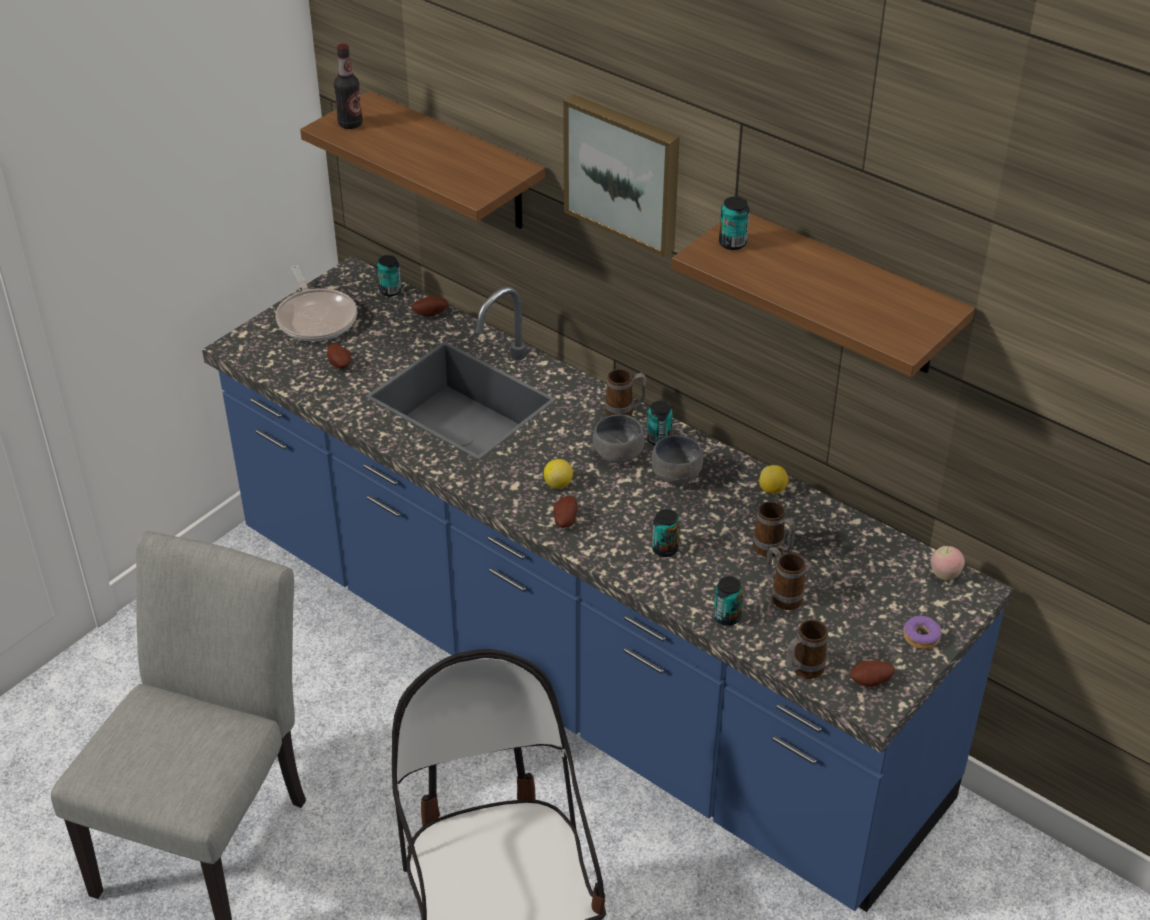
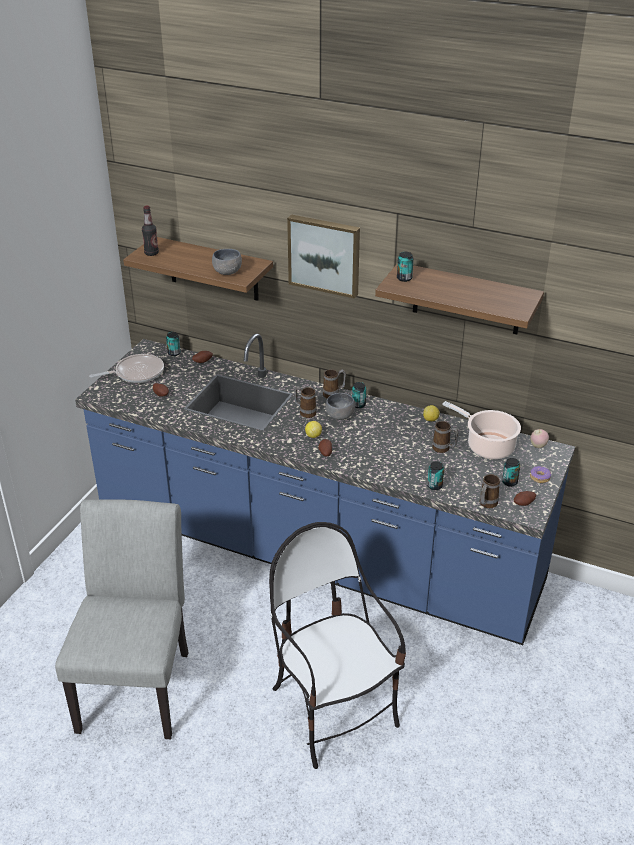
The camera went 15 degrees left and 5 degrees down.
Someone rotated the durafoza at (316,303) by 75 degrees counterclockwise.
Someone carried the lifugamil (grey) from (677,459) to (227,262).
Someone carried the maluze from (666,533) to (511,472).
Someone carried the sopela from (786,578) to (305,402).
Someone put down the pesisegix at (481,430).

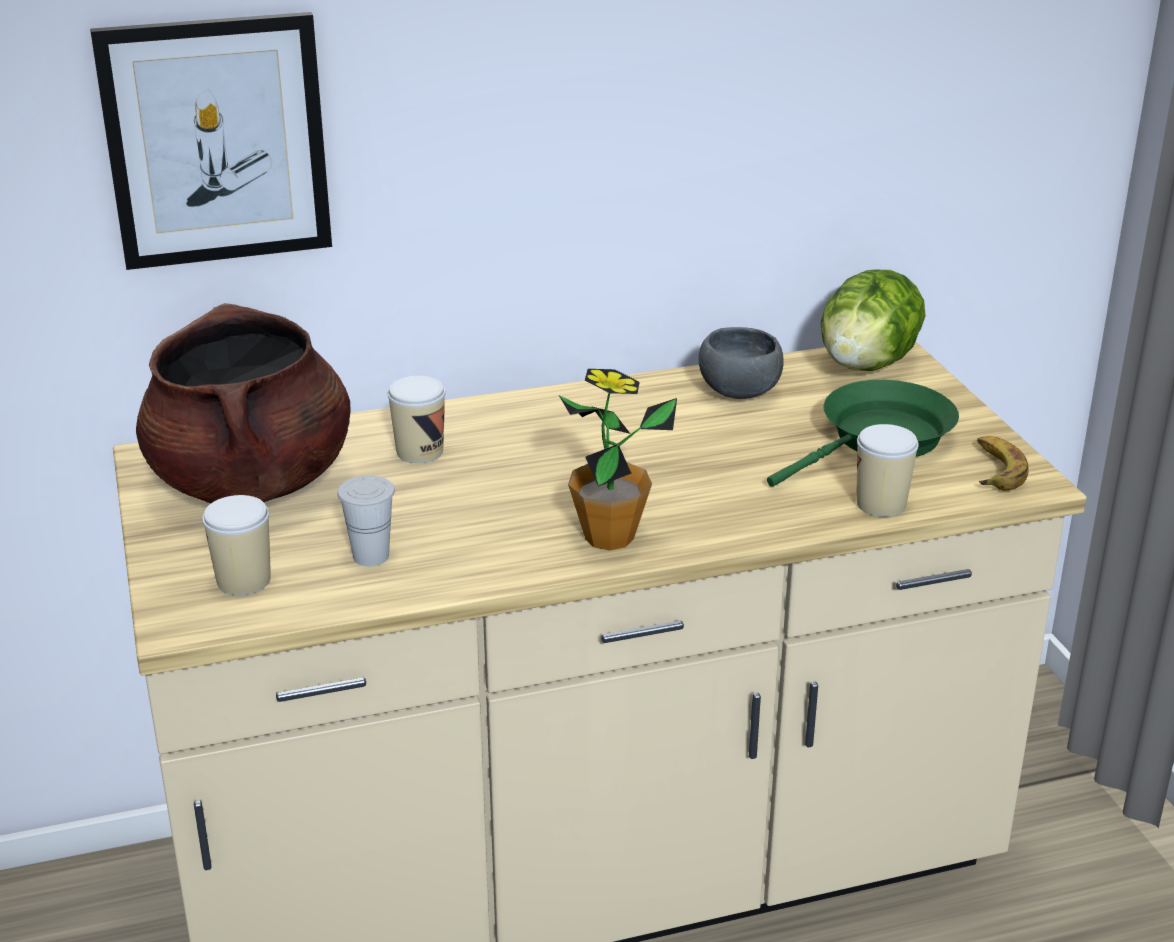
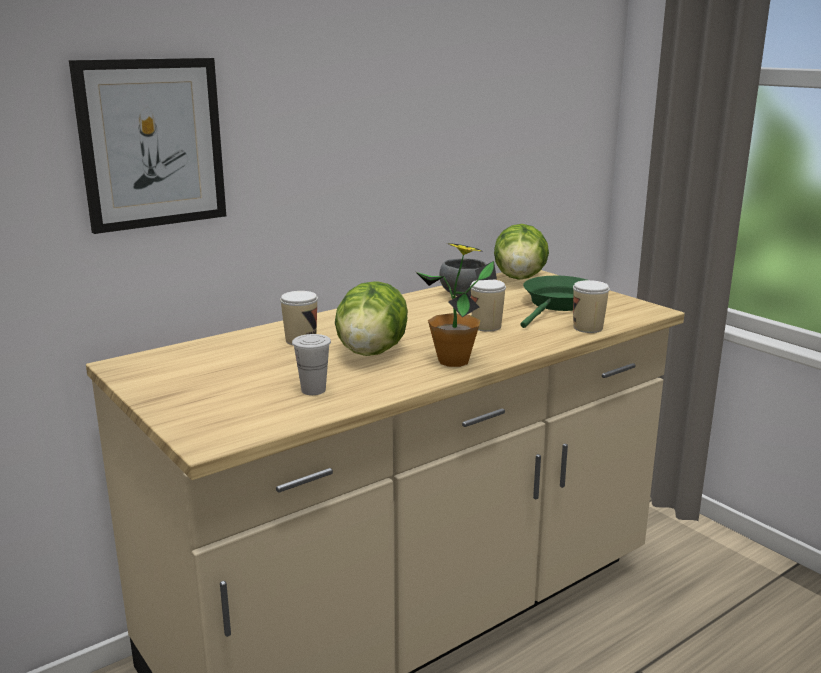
The camera went 20 degrees left and 10 degrees down.
Someone took away the pesisegix (brown) at (243,403).
Someone carried the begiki from (236,545) to (488,306).
Someone took away the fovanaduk at (1003,463).
Someone put down the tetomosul at (371,318).

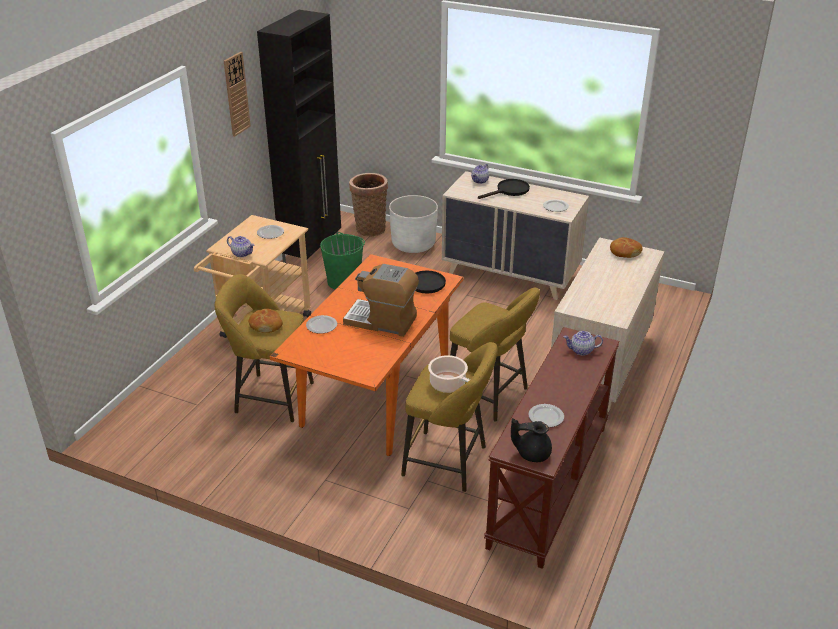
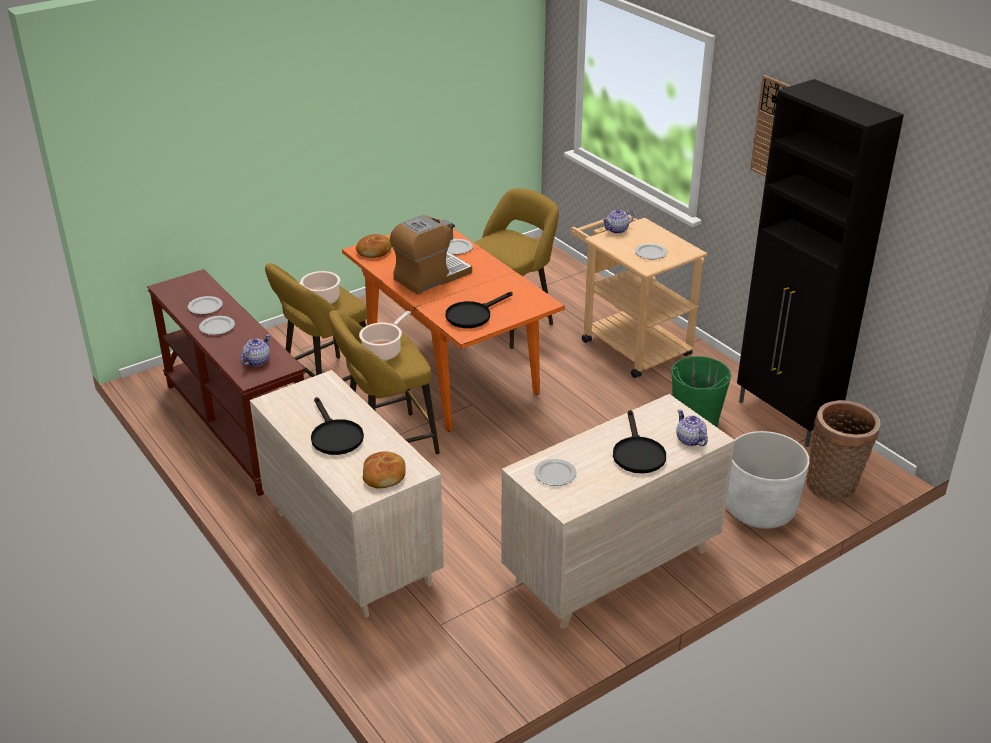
The camera went 120 degrees right and 0 degrees up.
Someone carried the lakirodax from (266,321) to (374,246).
Someone took away the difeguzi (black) at (531,440).
Someone put down the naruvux at (217,325).
Someone put down the durafoza (black) at (337,426).
Someone put down the pesisegix at (385,336).

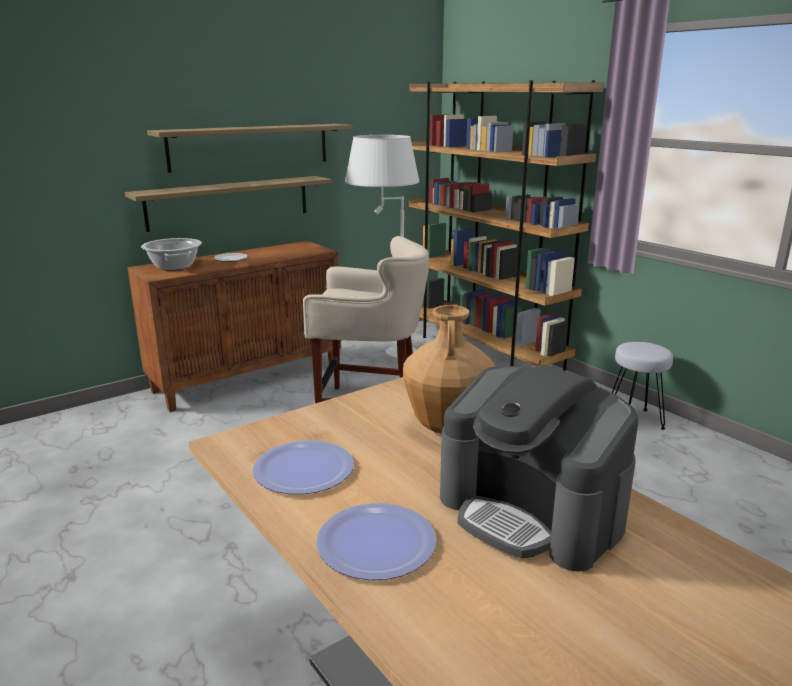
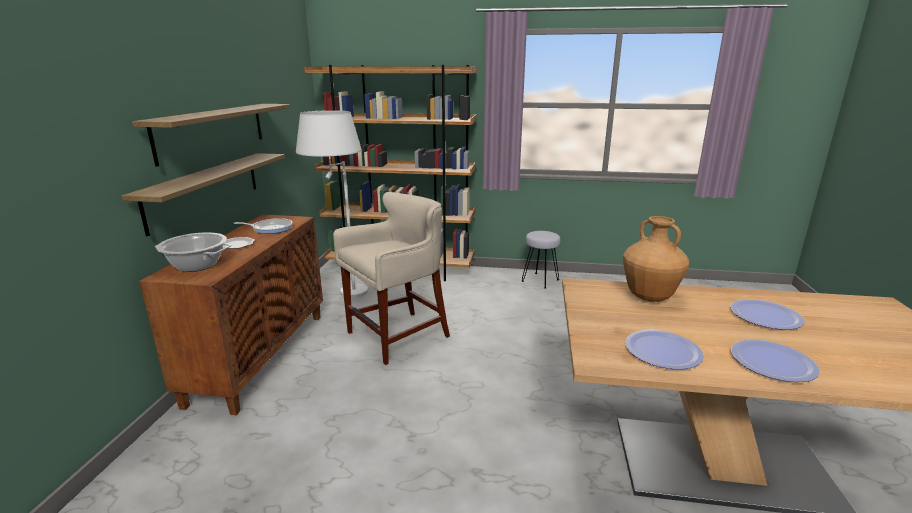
The camera went 45 degrees left and 0 degrees up.
Someone swapped the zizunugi at (539,468) for the naruvux at (767,314).
Someone put down the durafoza at (263,226).

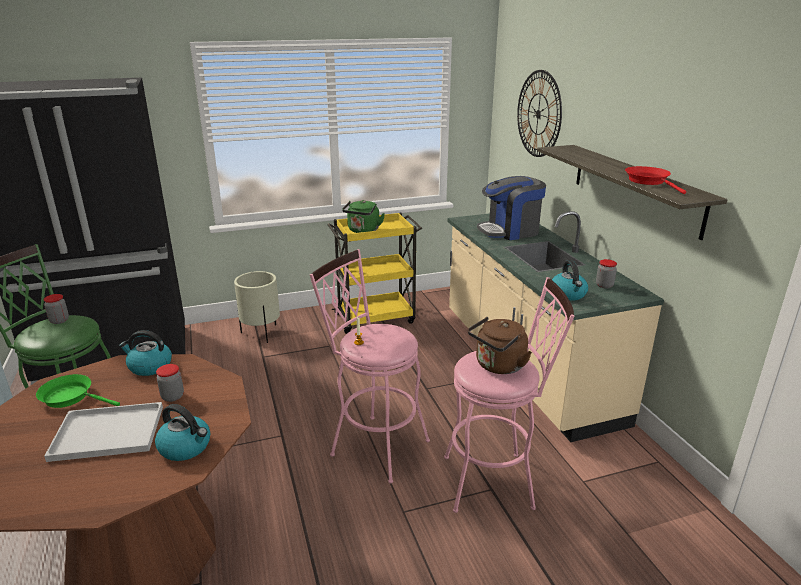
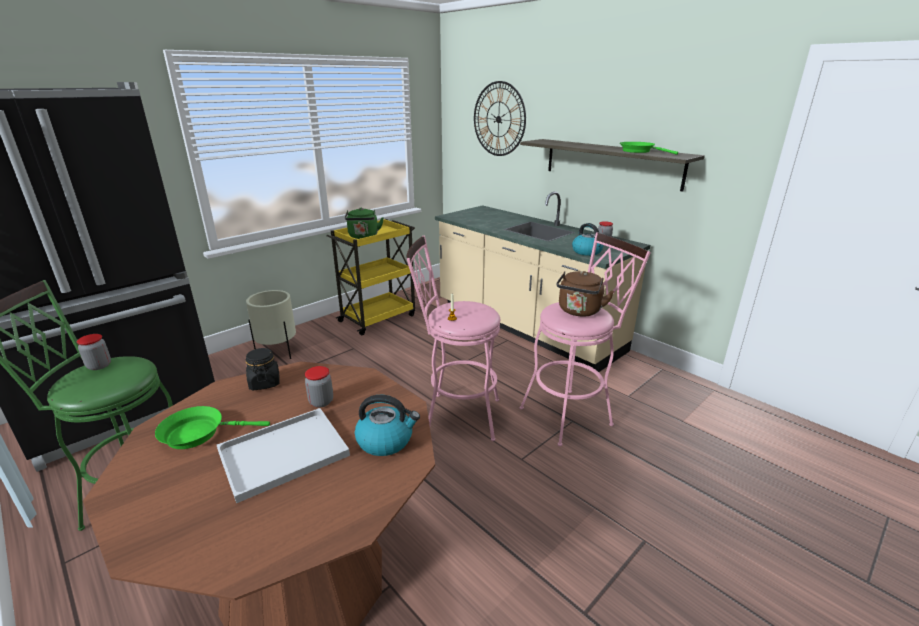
The camera went 25 degrees left and 0 degrees up.
Someone swapped the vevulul at (145,353) for the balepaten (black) at (263,369).
Someone took away the zizunugi at (511,208).
Someone repainted the durafoza (red) at (655,180), which became the durafoza (green) at (649,148).

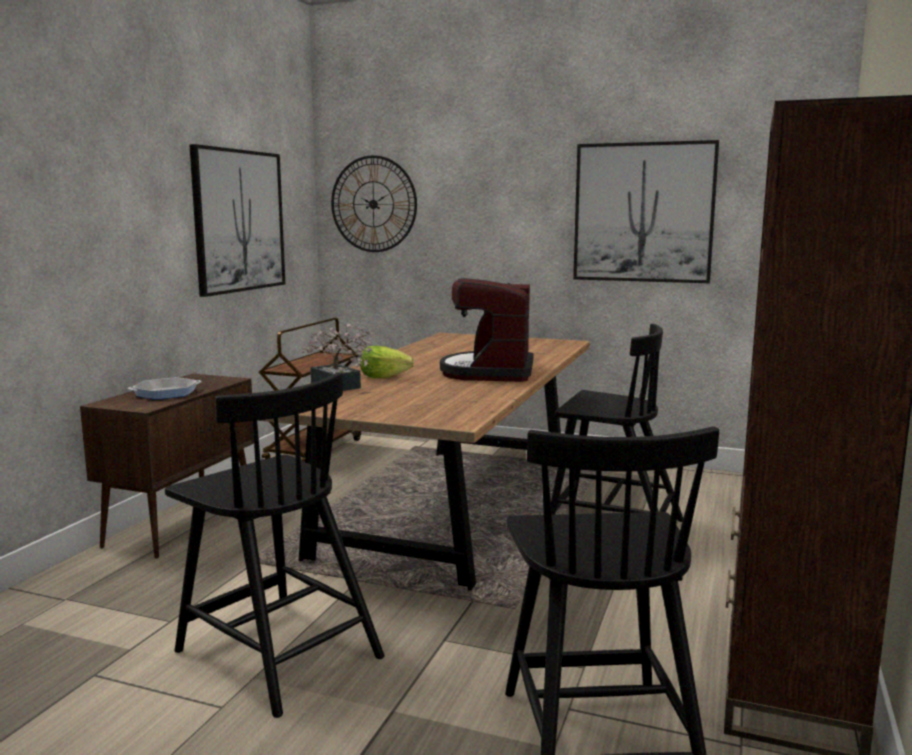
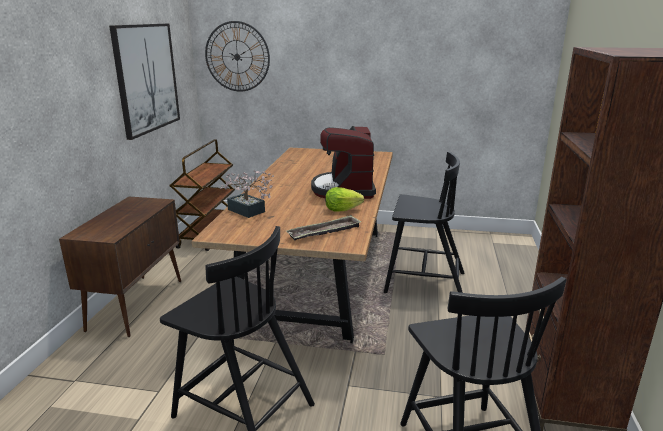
The camera went 10 degrees left and 10 degrees up.
Someone took away the durafoza at (164,388).
Someone carried the tetomosul from (387,362) to (344,199).
Someone took away the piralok at (646,211).
Someone put down the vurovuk at (323,227).

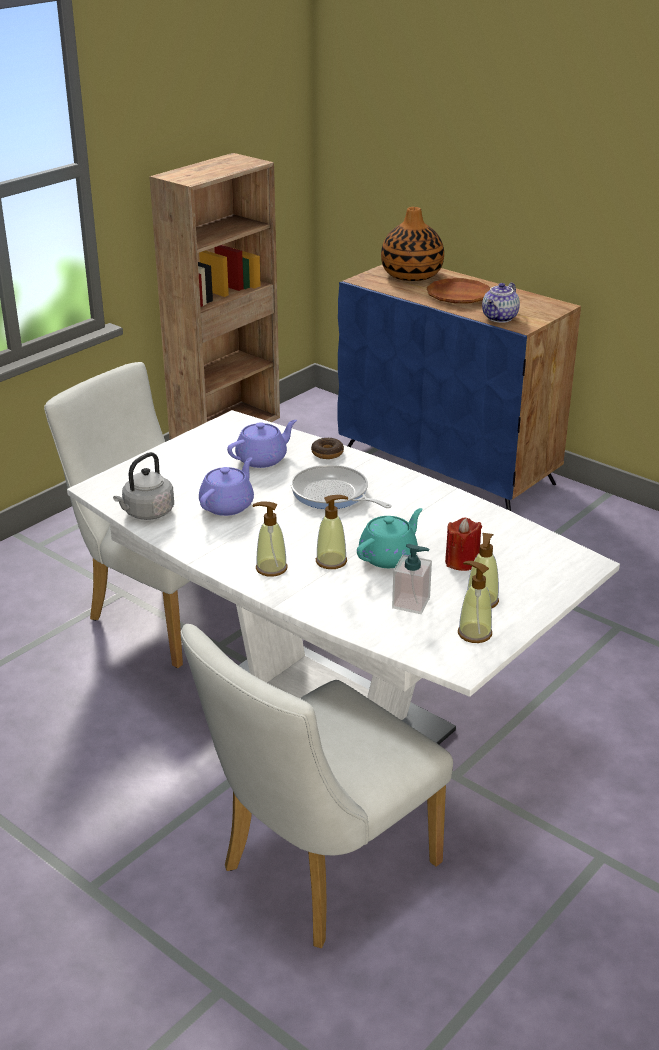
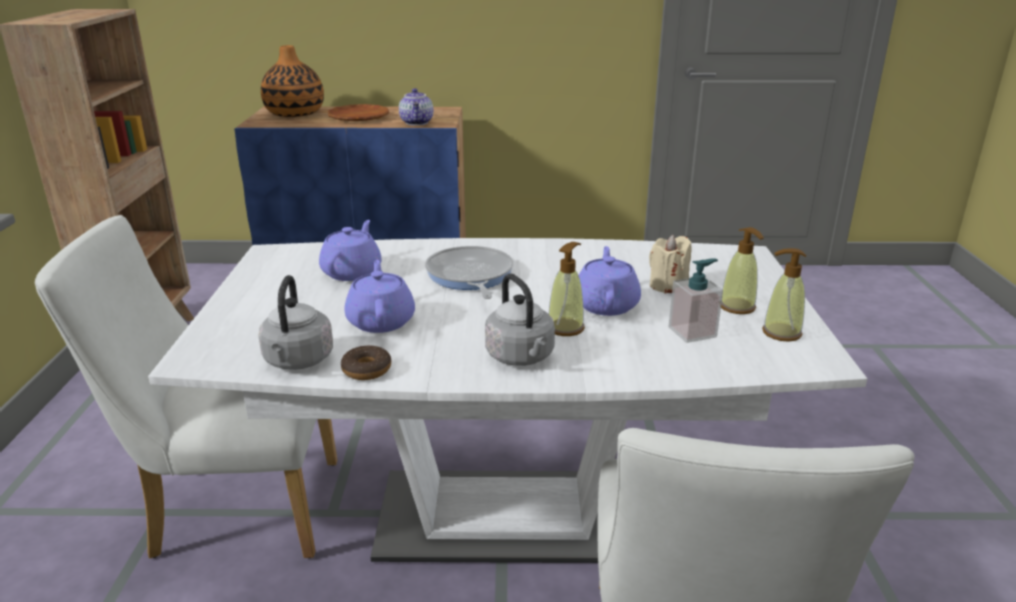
The camera went 40 degrees left and 5 degrees down.
Someone swapped the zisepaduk at (270,539) for the vevulul (grey) at (520,319).
Someone rotated the durafoza at (341,487) by 75 degrees clockwise.
Someone carried the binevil from (327,448) to (366,362).
Someone repainted the difeguzi (turquoise) at (390,538), which became the difeguzi (purple) at (610,281).
Someone repainted the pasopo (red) at (463,544), which became the pasopo (beige) at (670,264).

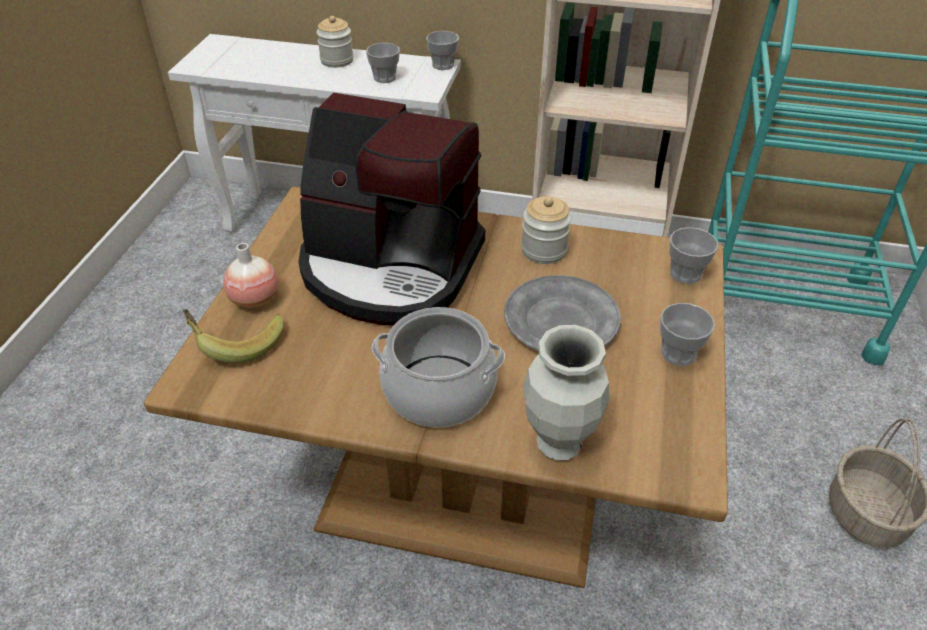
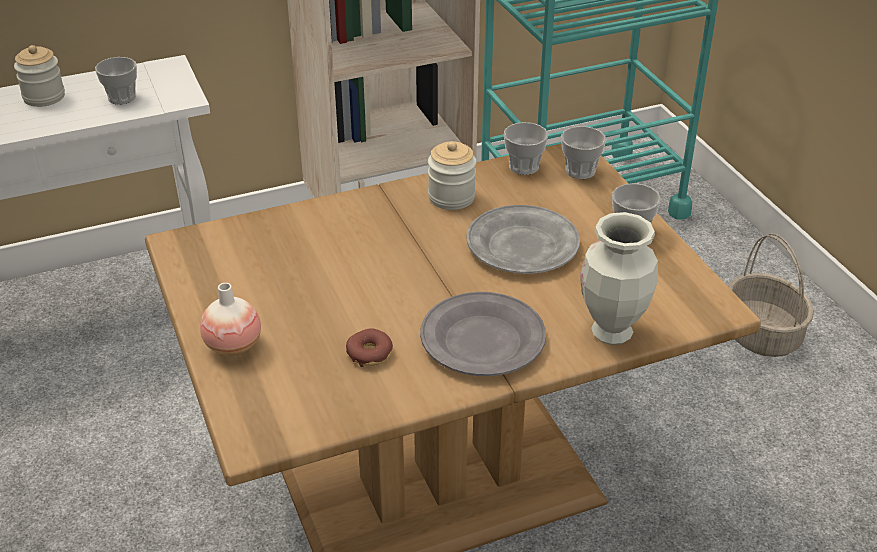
The camera went 35 degrees left and 5 degrees down.
Someone took away the fovanaduk at (233,336).
Someone took away the zizunugi at (391,209).
Someone swapped the pesisegix at (438,367) for the naruvux (grey) at (483,334).
Someone carried the begiki from (442,50) to (526,148).
Someone put down the binevil at (369,347).

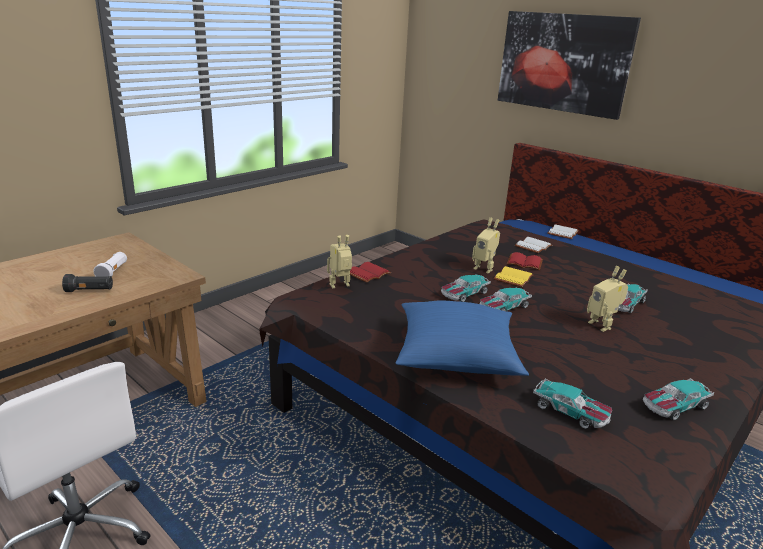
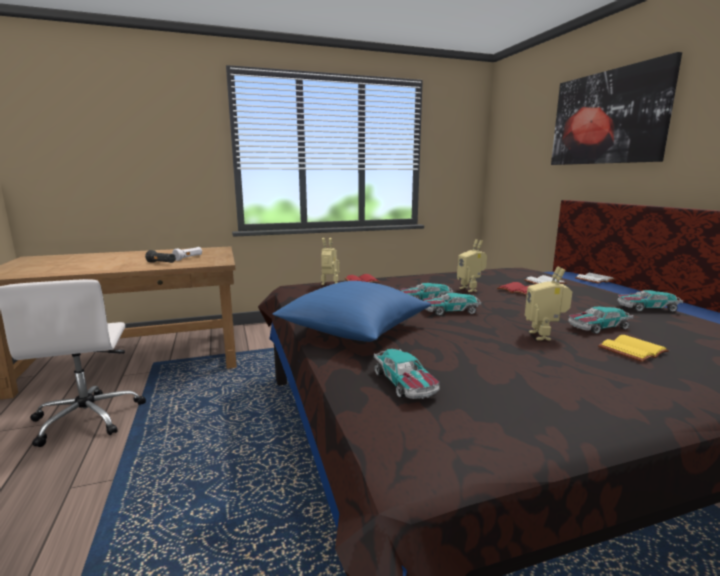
The camera went 30 degrees right and 10 degrees down.
Someone carried the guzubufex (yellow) from (513,276) to (633,348).
Someone carried the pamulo from (678,399) to (650,301).

